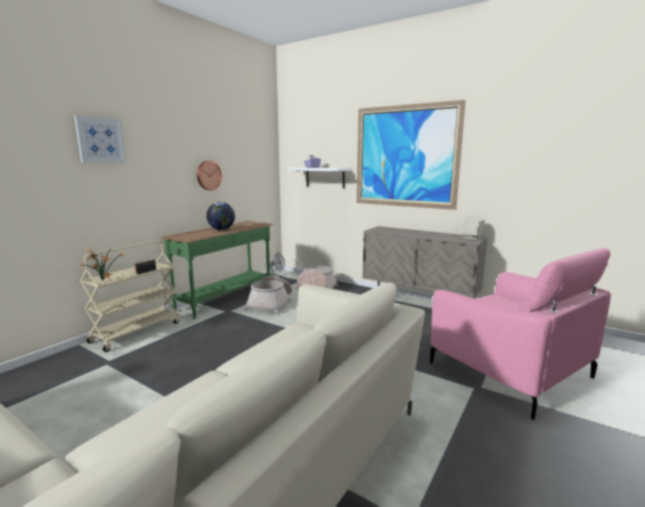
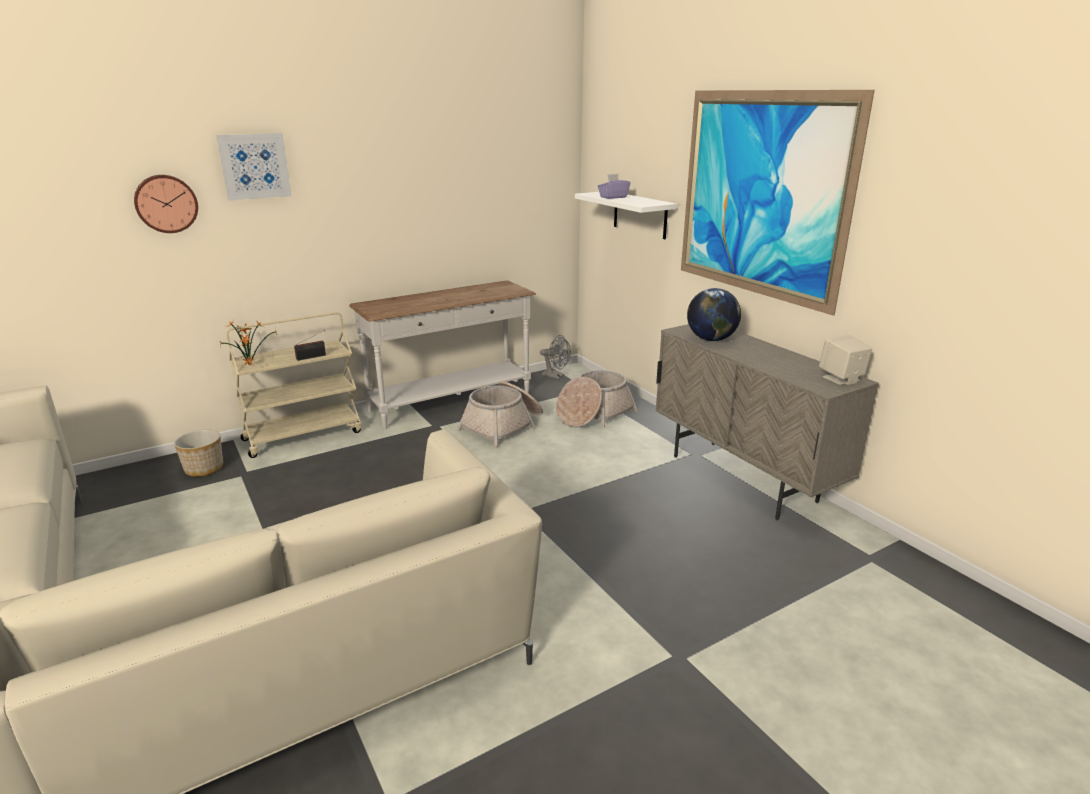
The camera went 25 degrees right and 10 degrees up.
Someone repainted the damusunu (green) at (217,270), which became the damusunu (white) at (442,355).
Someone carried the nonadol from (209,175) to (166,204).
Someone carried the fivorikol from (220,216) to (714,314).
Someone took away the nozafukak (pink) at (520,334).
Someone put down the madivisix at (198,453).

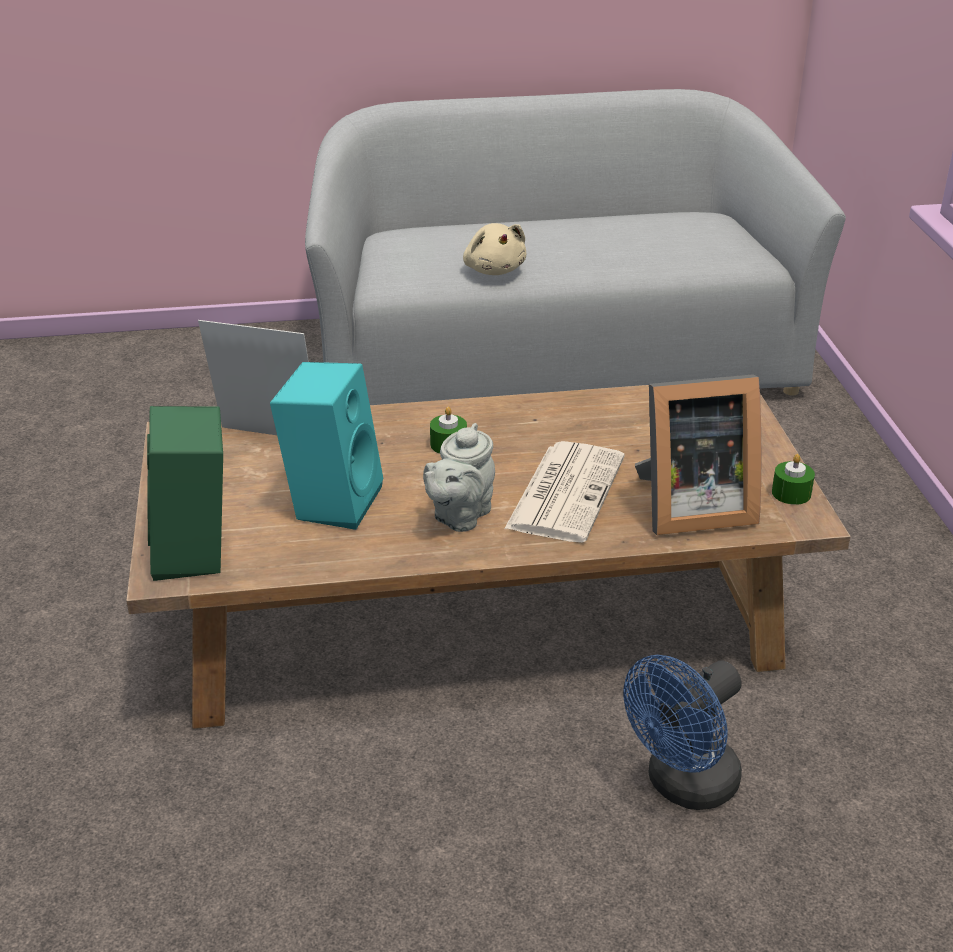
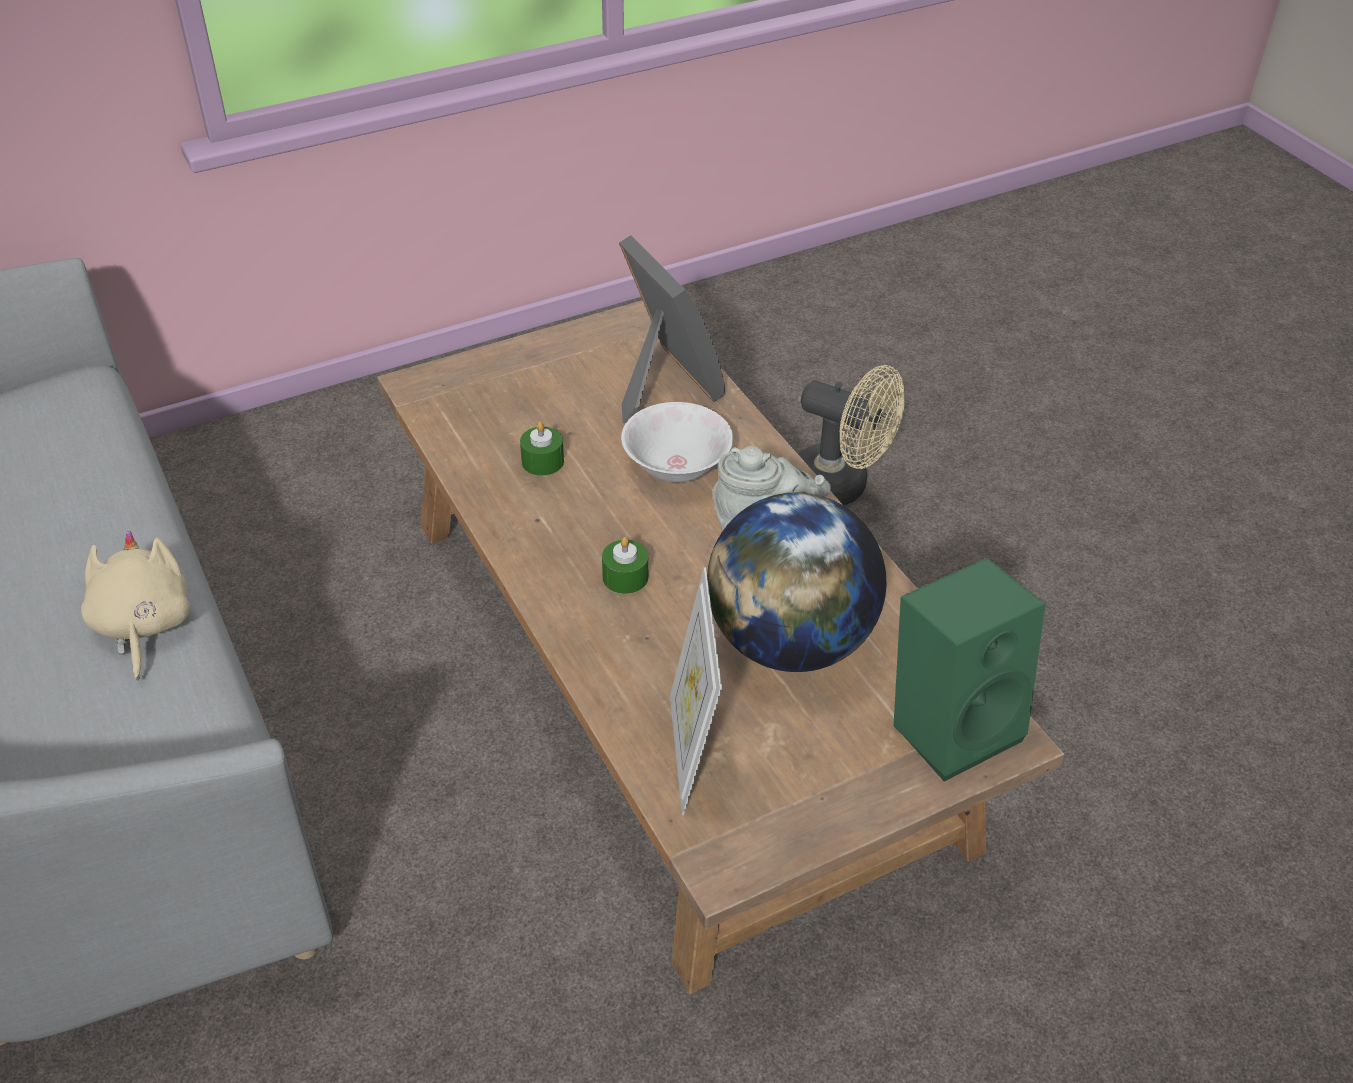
The camera went 110 degrees left and 10 degrees up.
Someone swapped the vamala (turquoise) at (326,446) for the fivorikol at (796,582).
Someone rotated the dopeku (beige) at (494,249) by 60 degrees counterclockwise.
Someone swapped the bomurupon at (564,492) for the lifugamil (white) at (677,442).
Someone repainted the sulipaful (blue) at (682,732), which became the sulipaful (beige) at (851,435).
Someone carried the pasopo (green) from (793,479) to (542,449).

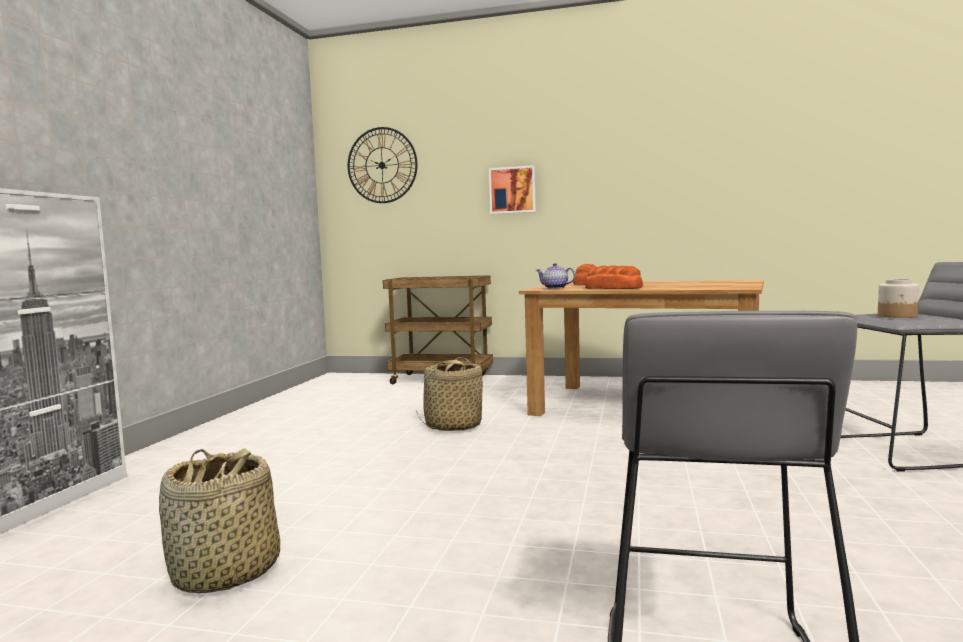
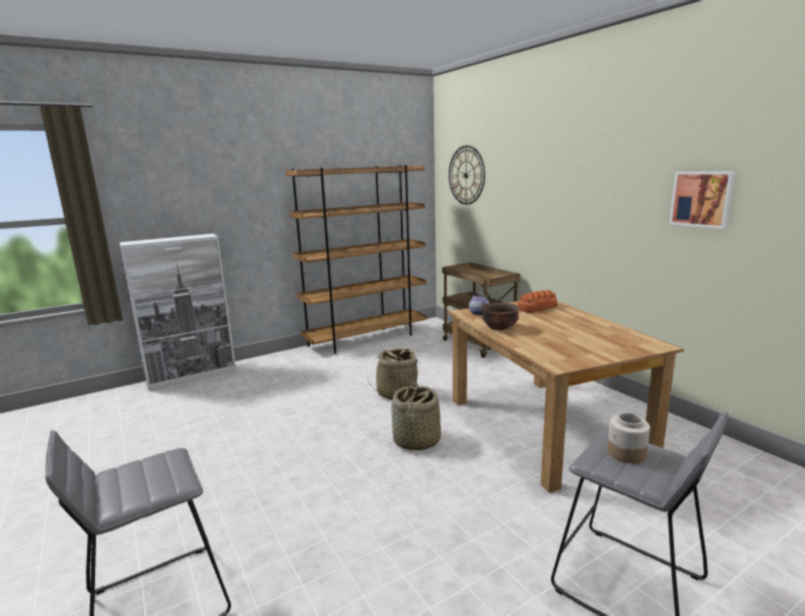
The camera went 45 degrees right and 10 degrees up.
Someone carried the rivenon from (219,521) to (416,416).
Someone carried the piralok from (512,189) to (702,200).
Someone swapped the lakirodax at (614,277) for the lifugamil (brown) at (500,316).
Someone put down the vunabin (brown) at (356,259).

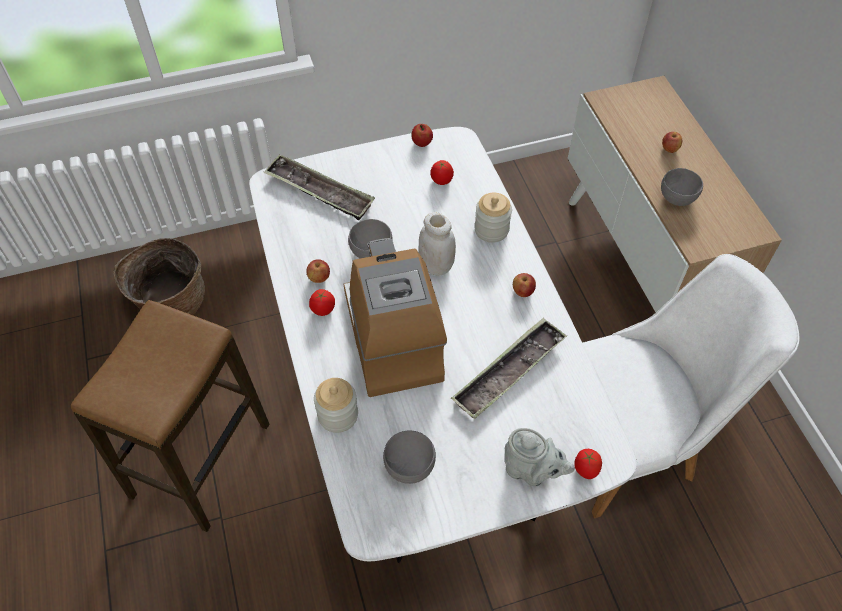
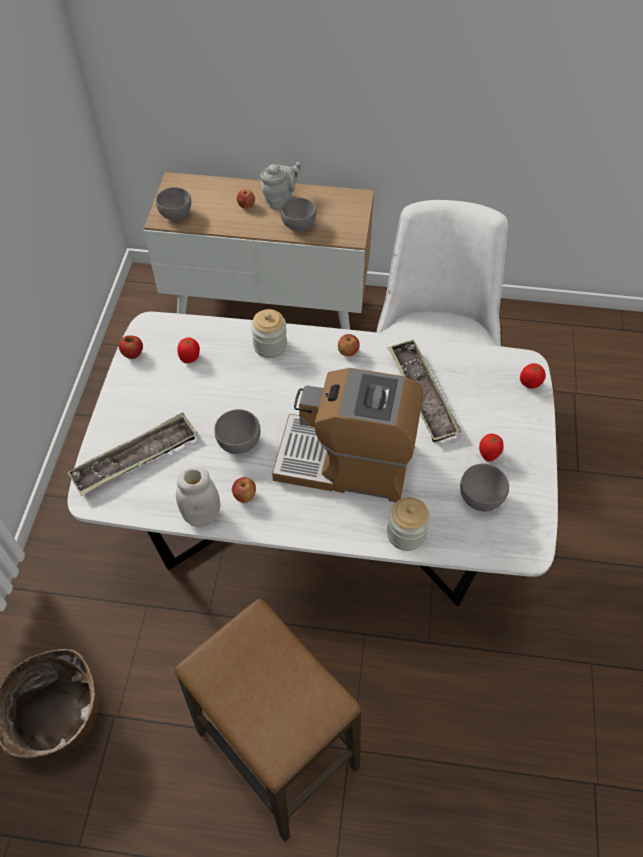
The camera went 65 degrees left and 0 degrees up.
Someone carried the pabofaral from (322,302) to (491,448).
Someone carried the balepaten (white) from (437,244) to (198,497).
Someone carried the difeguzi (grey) from (540,457) to (280,185).
Someone put down the lifugamil (grey) at (173,203).

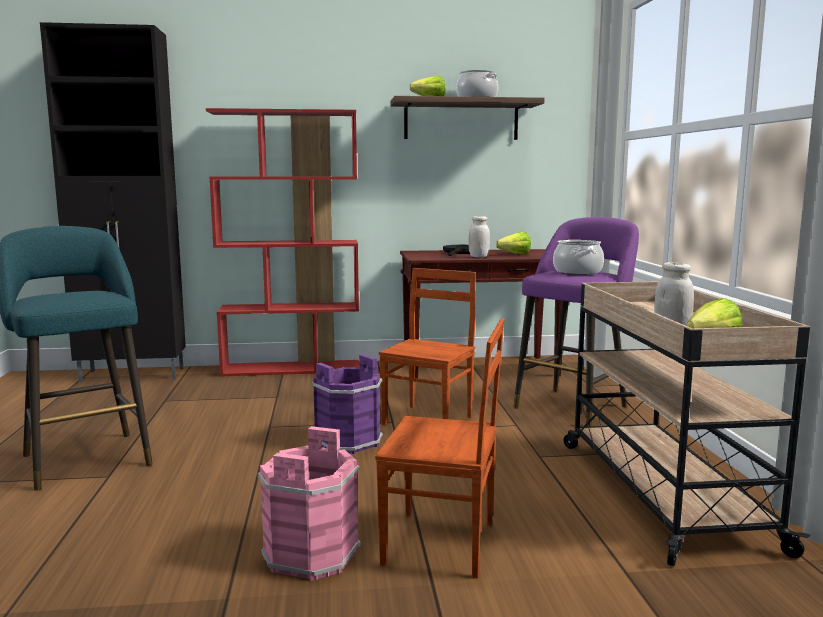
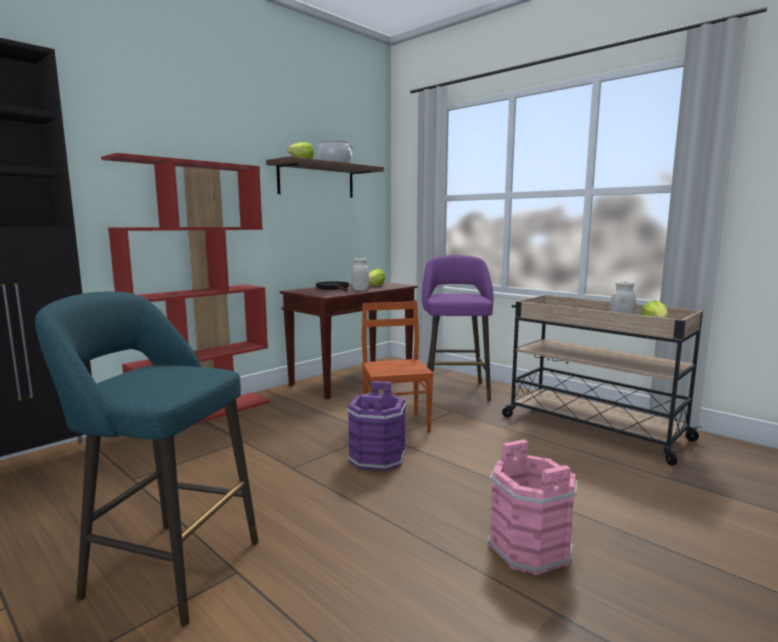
The camera went 40 degrees left and 0 degrees up.
Someone took away the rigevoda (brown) at (439,448).
Someone took away the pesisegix at (578,257).

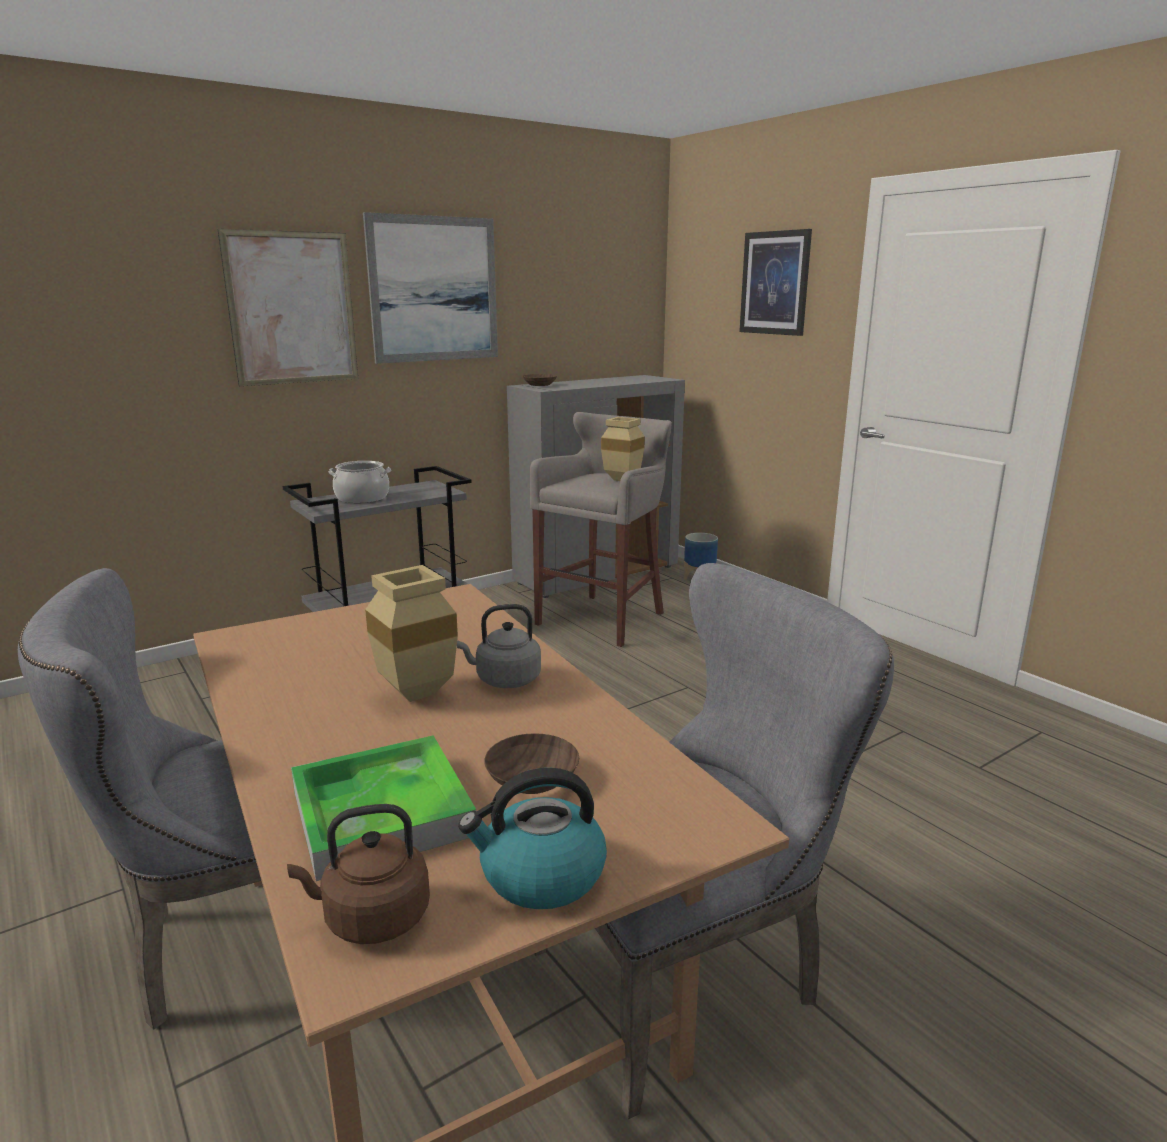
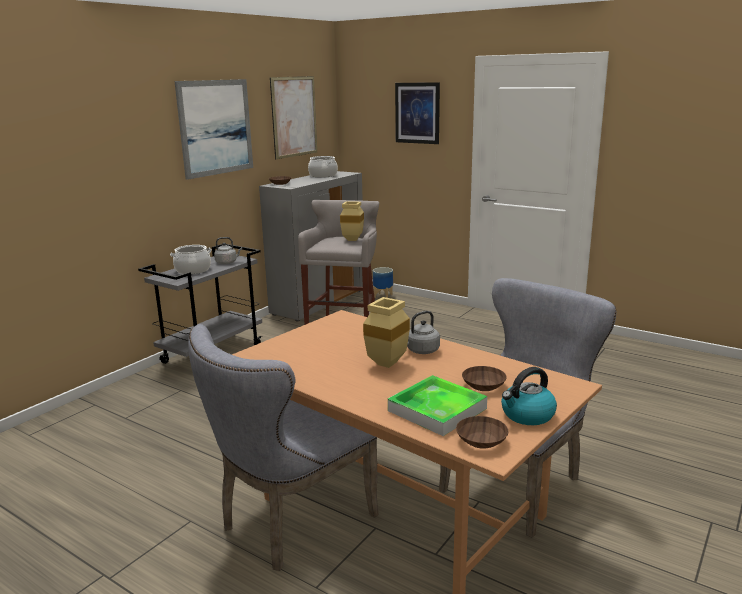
The camera went 20 degrees left and 0 degrees up.
Someone carried the piralok from (288,307) to (293,117).
Someone swapped the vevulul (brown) at (358,874) for the lifugamil (brown) at (482,432).
Someone put down the vevulul (grey) at (228,250).
Someone put down the pesisegix at (323,167).

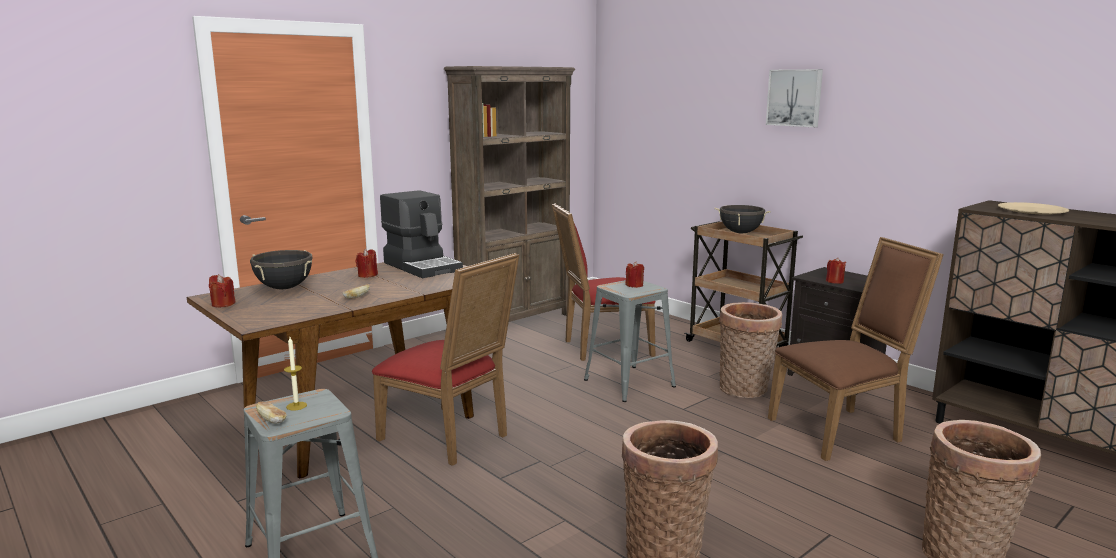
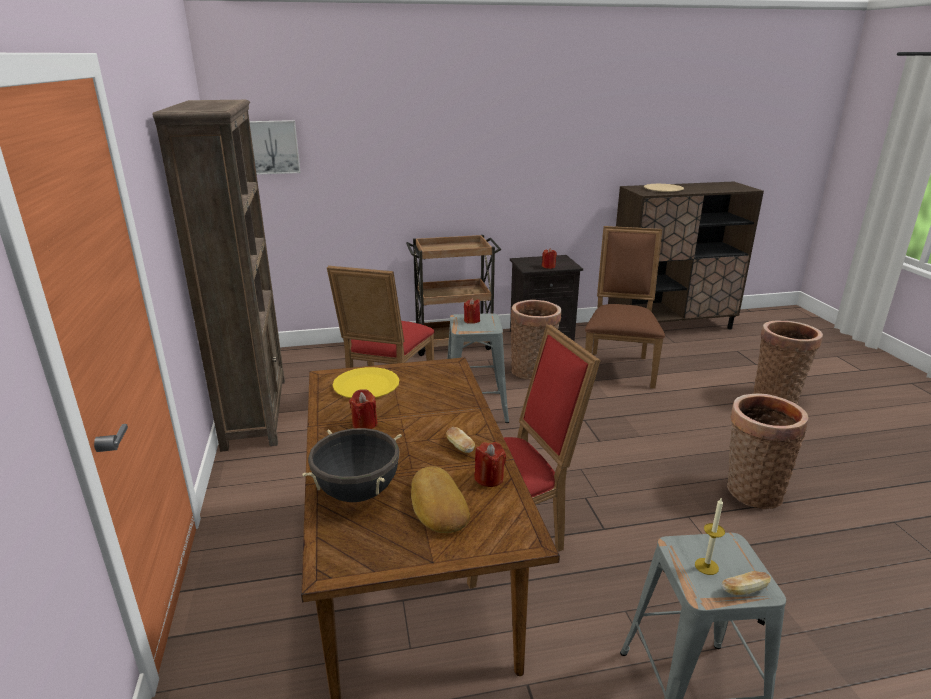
The camera went 60 degrees left and 10 degrees up.
Someone carried the pasopo (red) from (222,291) to (490,464).
Someone swapped the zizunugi at (421,234) for the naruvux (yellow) at (366,382).
Someone took away the pesisegix (black) at (743,219).
Someone carried the piralok from (794,98) to (275,147).
Someone put down the lakirodax at (440,499).

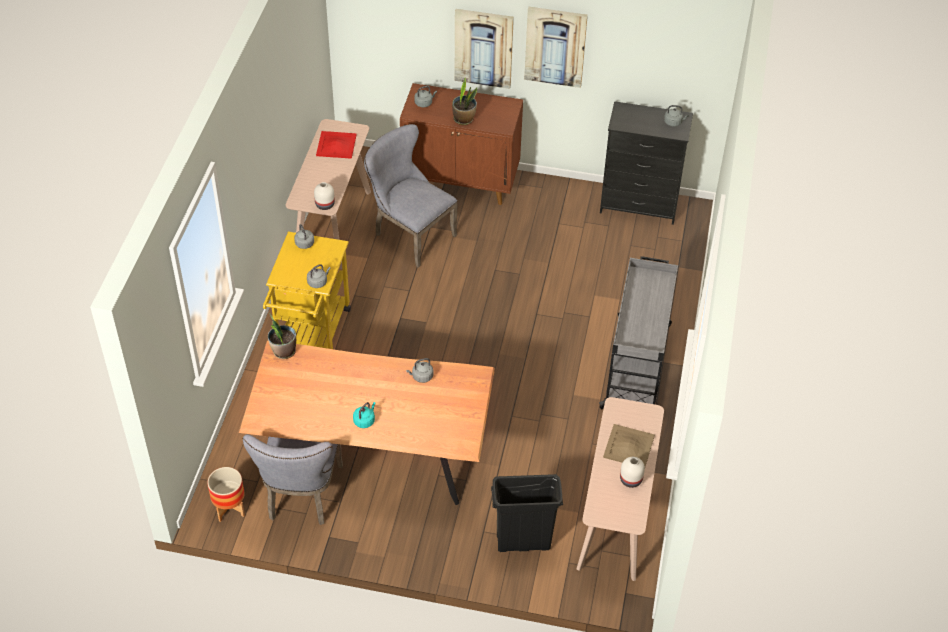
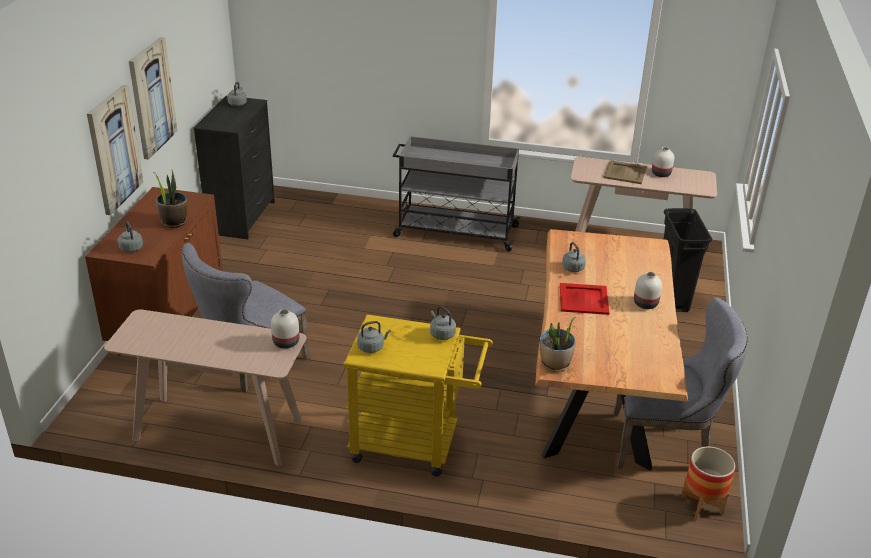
The camera went 90 degrees left and 15 degrees down.
Someone carried the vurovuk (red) from (336,145) to (584,299).
Someone swapped the vevulul (turquoise) at (364,415) for the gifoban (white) at (648,290).

